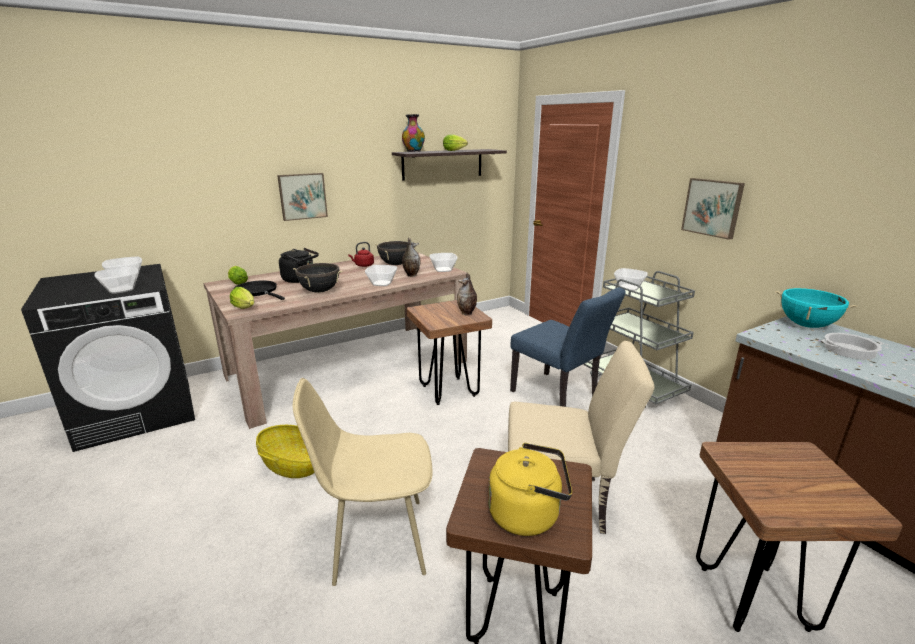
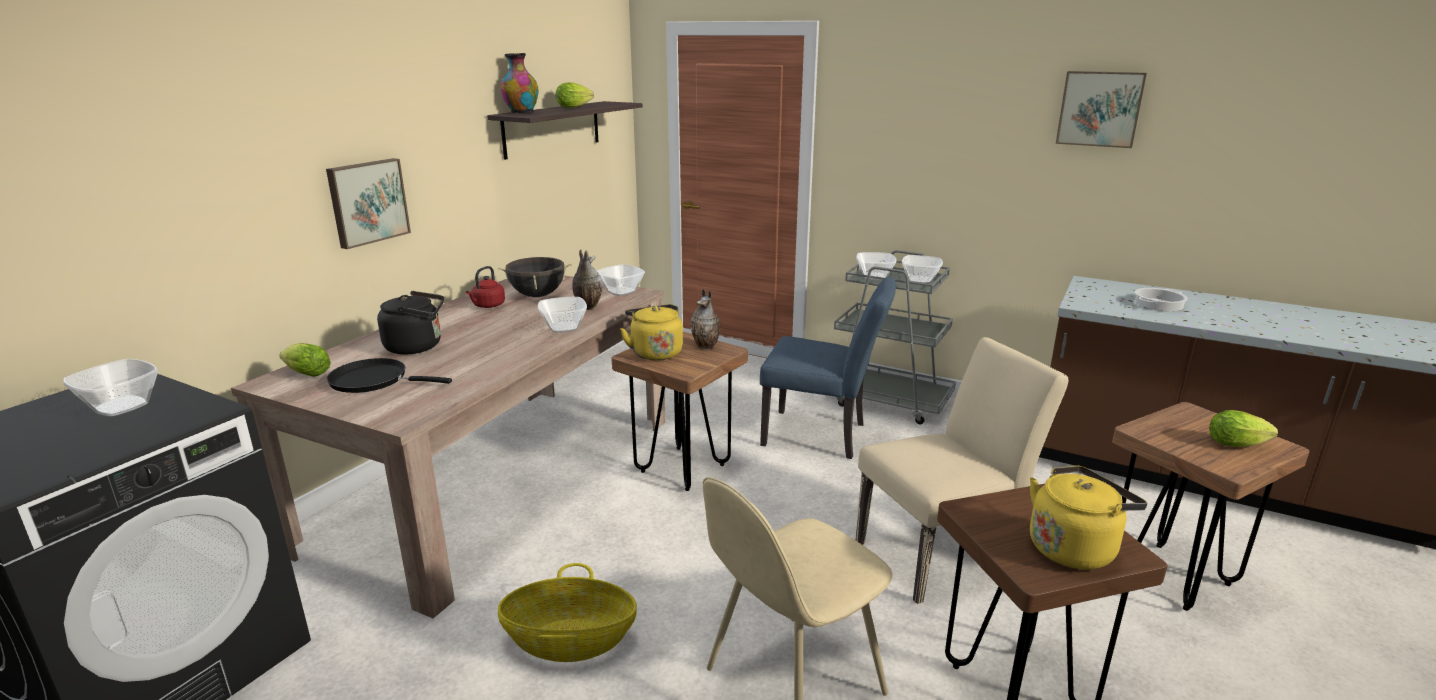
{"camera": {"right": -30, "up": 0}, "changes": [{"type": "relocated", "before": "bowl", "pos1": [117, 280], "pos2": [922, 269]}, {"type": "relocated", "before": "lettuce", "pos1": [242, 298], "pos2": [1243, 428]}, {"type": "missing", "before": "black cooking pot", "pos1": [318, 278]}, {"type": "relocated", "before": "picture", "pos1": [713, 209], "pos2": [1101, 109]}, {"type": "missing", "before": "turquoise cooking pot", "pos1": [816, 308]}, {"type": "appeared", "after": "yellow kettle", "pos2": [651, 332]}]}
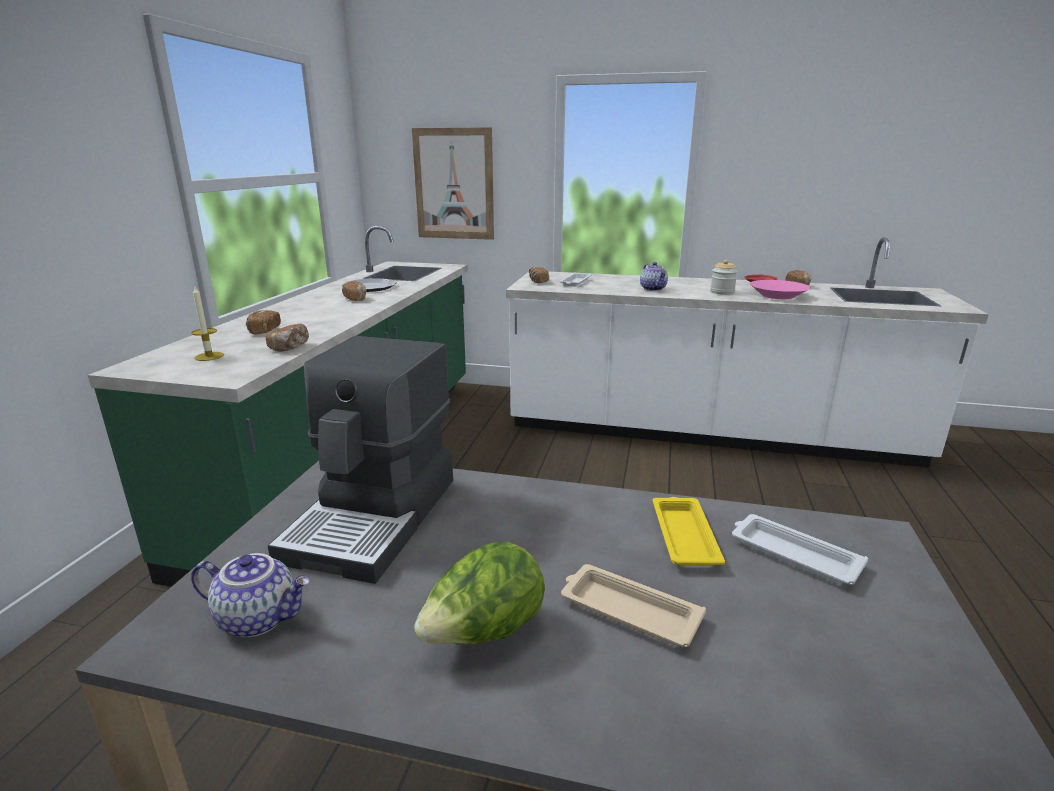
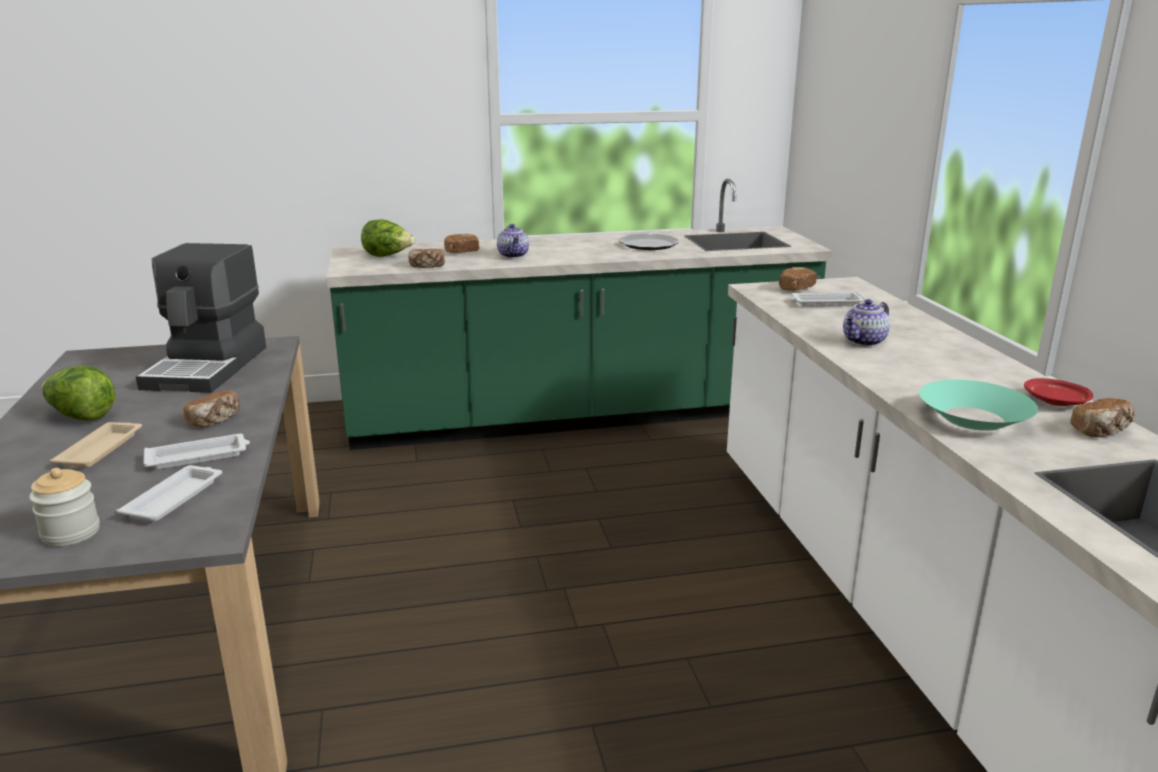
{"camera": {"right": 65, "up": 0}, "changes": [{"type": "exchanged", "before": "candle", "after": "lettuce", "pos1": [207, 323], "pos2": [388, 238]}, {"type": "relocated", "before": "teapot", "pos1": [250, 595], "pos2": [513, 241]}, {"type": "spun", "before": "coffee machine", "pos1": [360, 460], "pos2": [201, 318], "turn": -75}, {"type": "relocated", "before": "bread", "pos1": [354, 291], "pos2": [211, 409]}, {"type": "missing", "before": "picture", "pos1": [453, 183]}, {"type": "colour", "before": "yellow tray", "after": "white tray", "pos1": [689, 531], "pos2": [196, 452]}, {"type": "relocated", "before": "jar", "pos1": [724, 277], "pos2": [64, 507]}, {"type": "colour", "before": "pink bowl", "after": "turquoise bowl", "pos1": [780, 289], "pos2": [978, 405]}]}
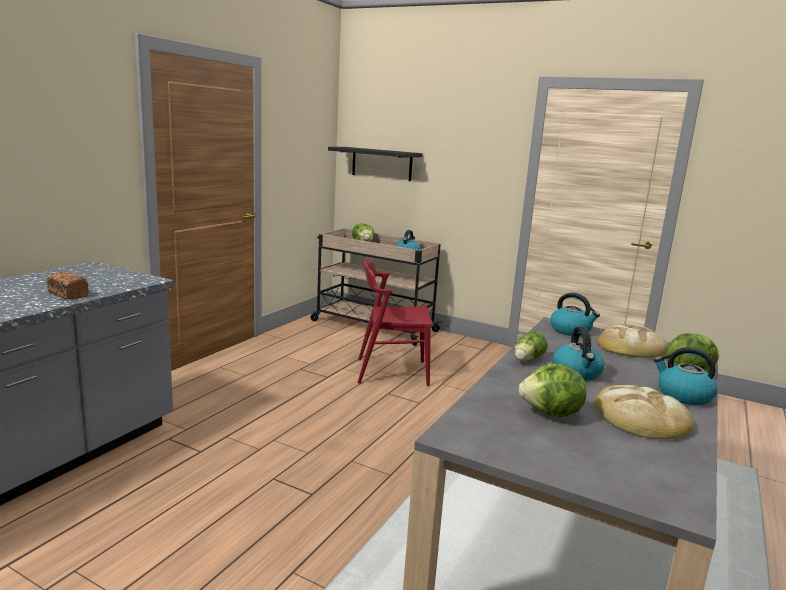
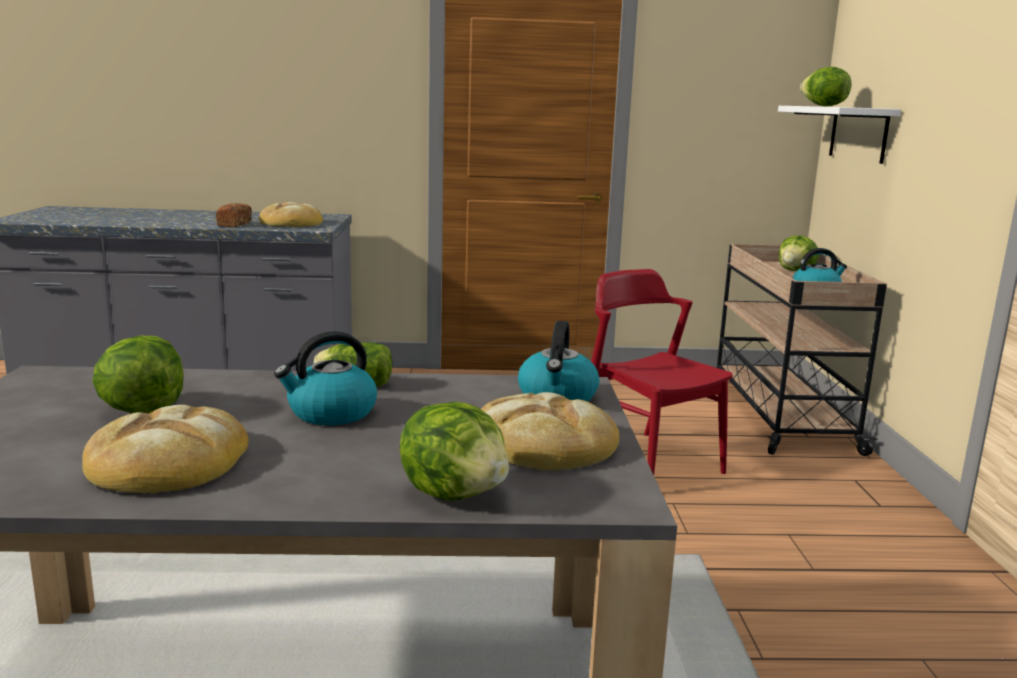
{"camera": {"right": 60, "up": 0}, "changes": [{"type": "colour", "before": "black shelf", "after": "white shelf", "pos1": [375, 164], "pos2": [839, 135]}, {"type": "missing", "before": "kettle", "pos1": [686, 376]}, {"type": "appeared", "after": "bread", "pos2": [291, 214]}, {"type": "appeared", "after": "lettuce", "pos2": [825, 86]}]}
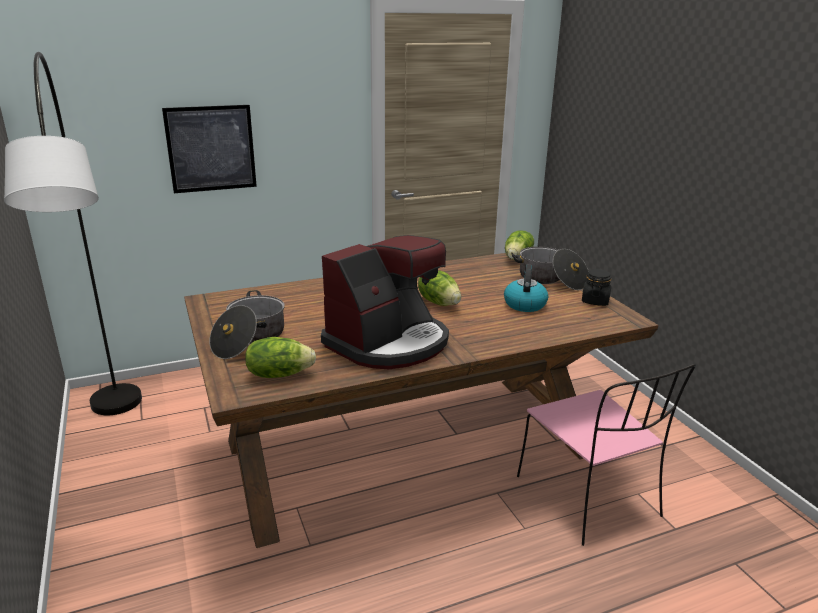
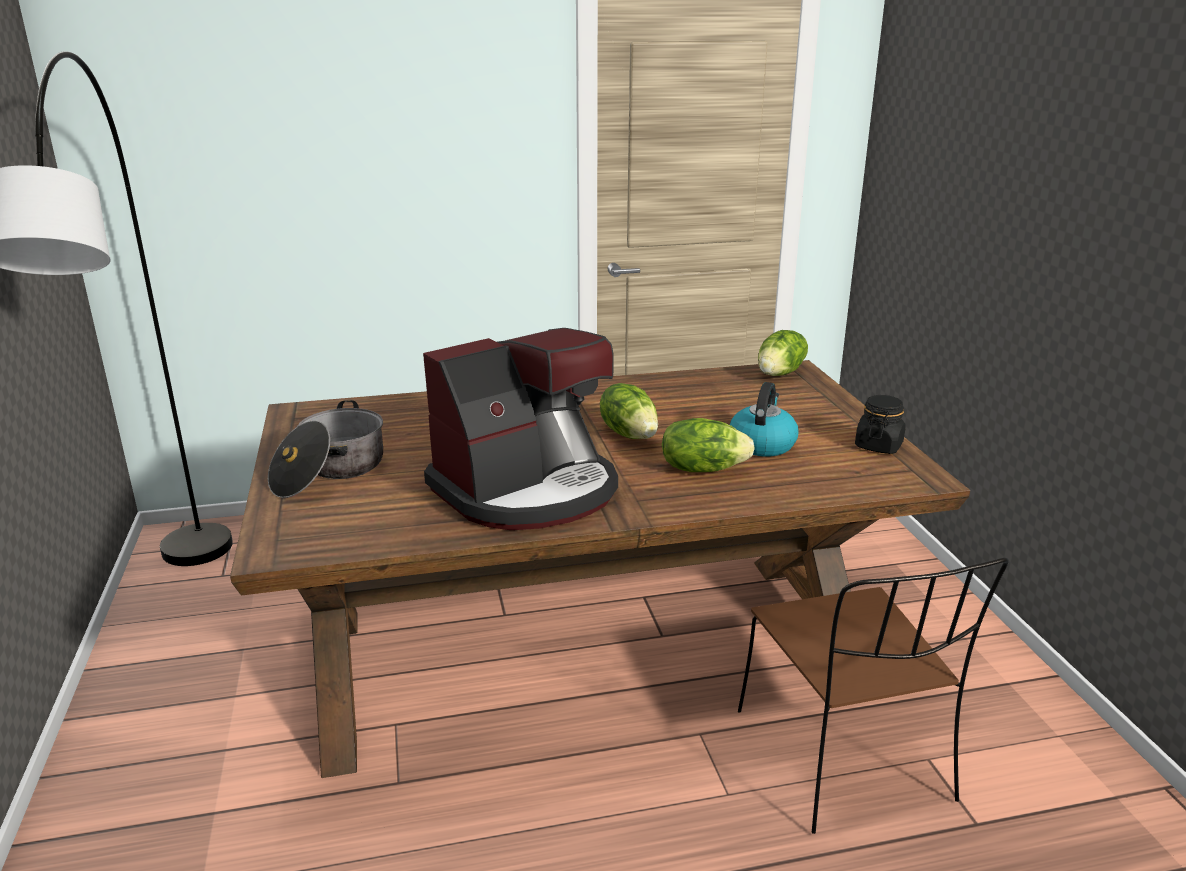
{"camera": {"right": 10, "up": 0}, "changes": [{"type": "missing", "before": "picture", "pos1": [209, 149]}, {"type": "relocated", "before": "lettuce", "pos1": [280, 357], "pos2": [708, 445]}, {"type": "missing", "before": "cooking pot", "pos1": [550, 268]}, {"type": "colour", "before": "pink chair", "after": "brown chair", "pos1": [606, 455], "pos2": [873, 696]}]}
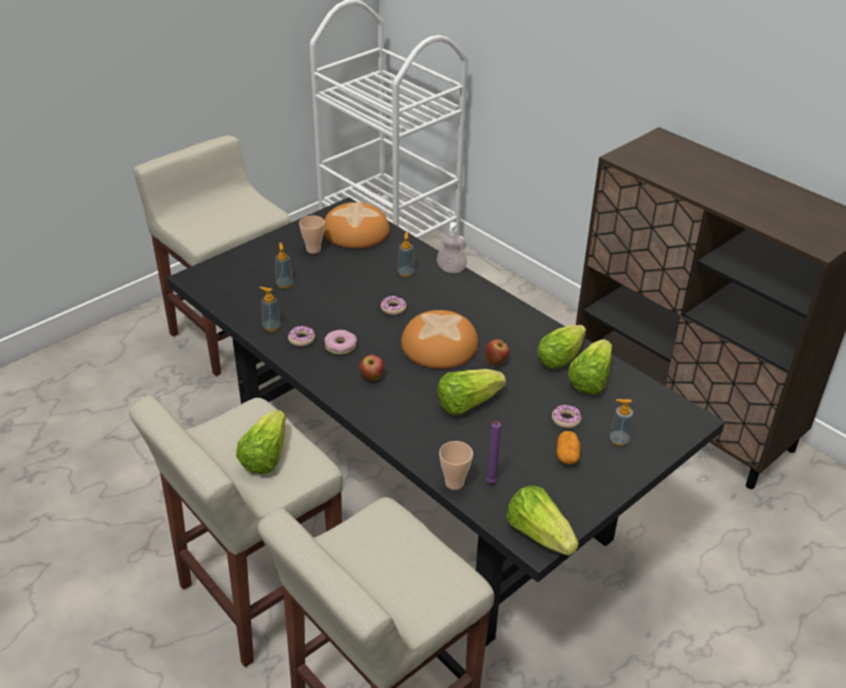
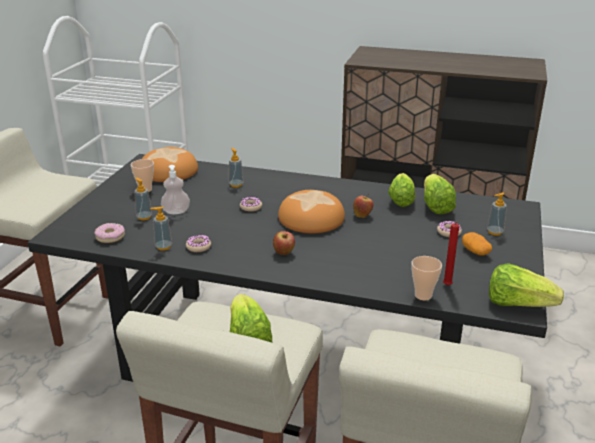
{"camera": {"right": -30, "up": -10}, "changes": [{"type": "relocated", "before": "donut", "pos1": [340, 342], "pos2": [109, 233]}, {"type": "relocated", "before": "soap dispenser", "pos1": [452, 247], "pos2": [175, 189]}, {"type": "missing", "before": "lettuce", "pos1": [471, 392]}, {"type": "colour", "before": "purple candle", "after": "red candle", "pos1": [493, 452], "pos2": [451, 254]}]}
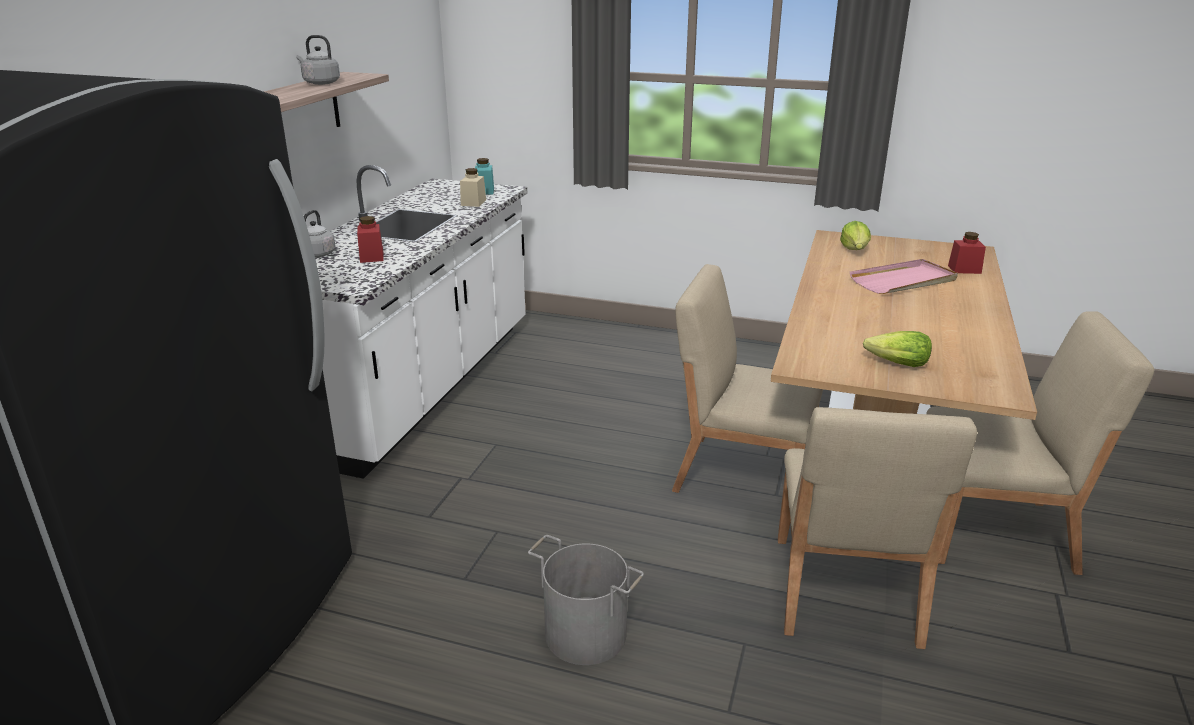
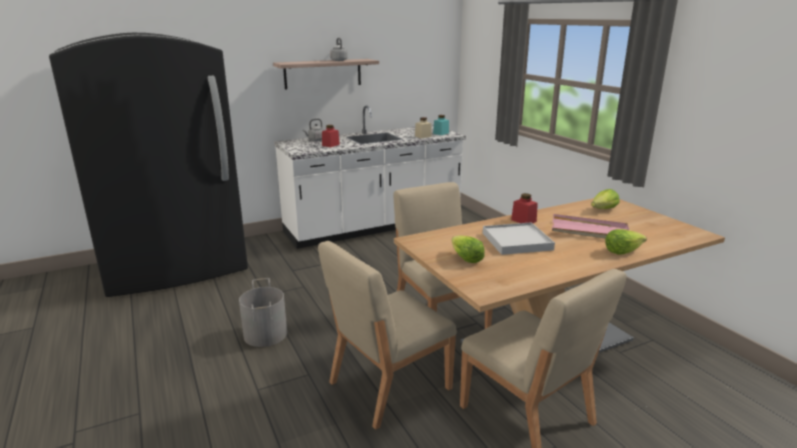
{"camera": {"right": 45, "up": -5}, "changes": [{"type": "relocated", "before": "red jar", "pos1": [967, 253], "pos2": [524, 208]}, {"type": "appeared", "after": "white tray", "pos2": [519, 238]}, {"type": "appeared", "after": "lettuce", "pos2": [626, 242]}]}
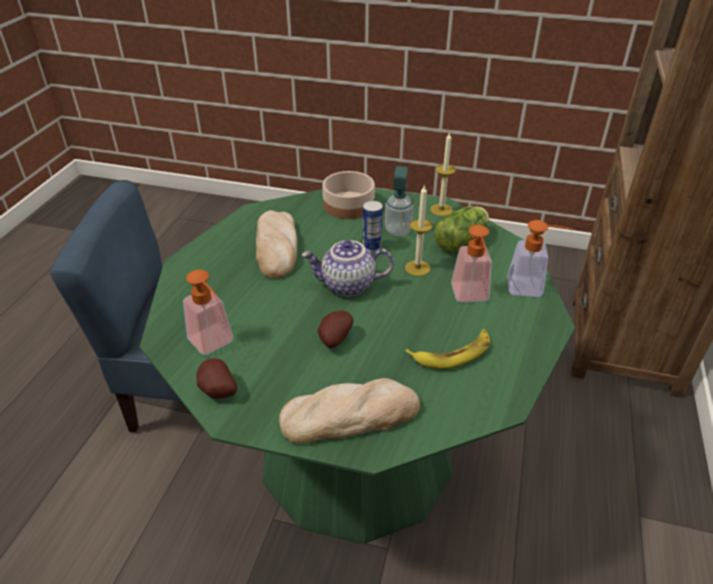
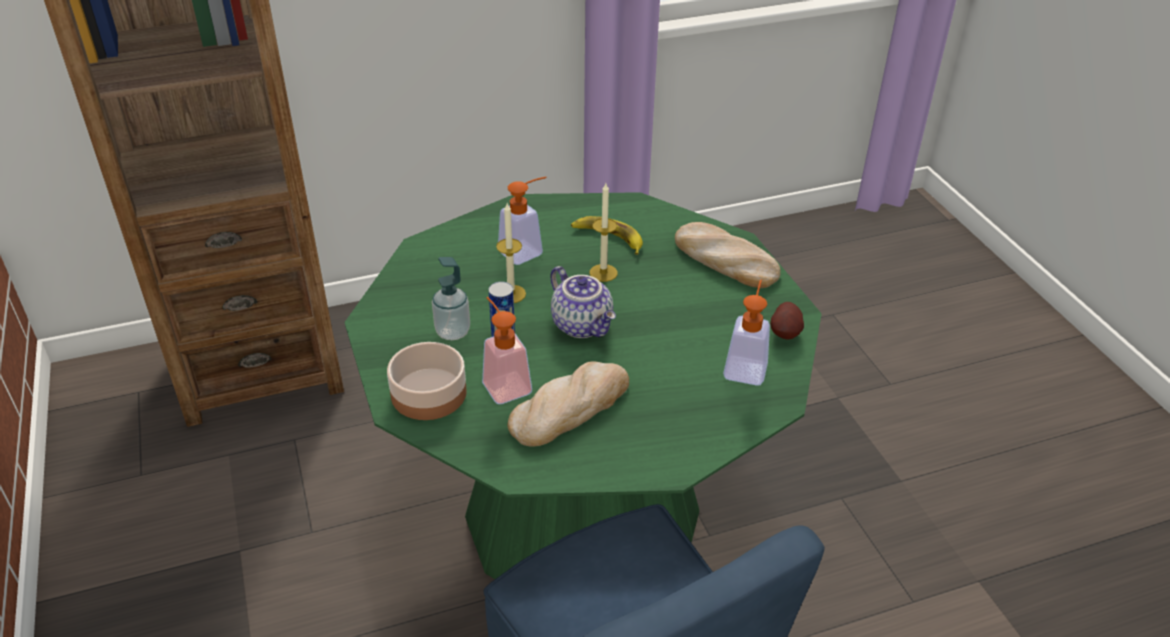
{"camera": {"right": -125, "up": 0}, "changes": [{"type": "missing", "before": "potato", "pos1": [335, 329]}, {"type": "relocated", "before": "candle", "pos1": [443, 174], "pos2": [603, 232]}, {"type": "missing", "before": "lettuce", "pos1": [461, 229]}, {"type": "relocated", "before": "soap dispenser", "pos1": [540, 258], "pos2": [507, 350]}]}
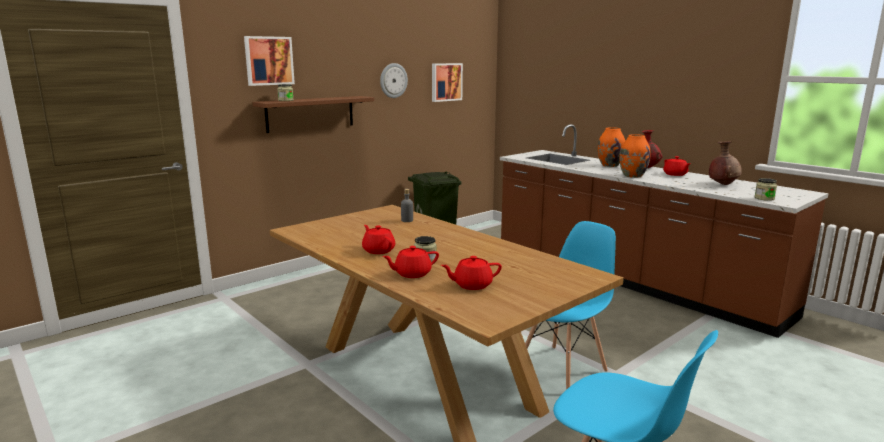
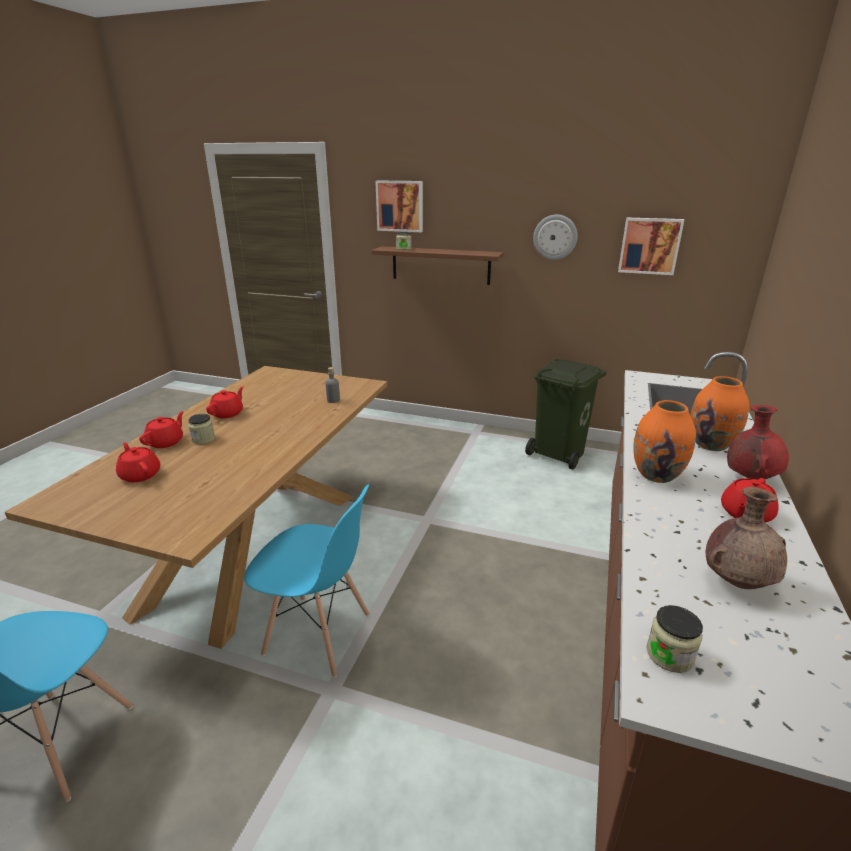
{"camera": {"right": 60, "up": 10}, "changes": [{"type": "spun", "before": "red teapot", "pos1": [410, 262], "pos2": [161, 429], "turn": 75}]}
